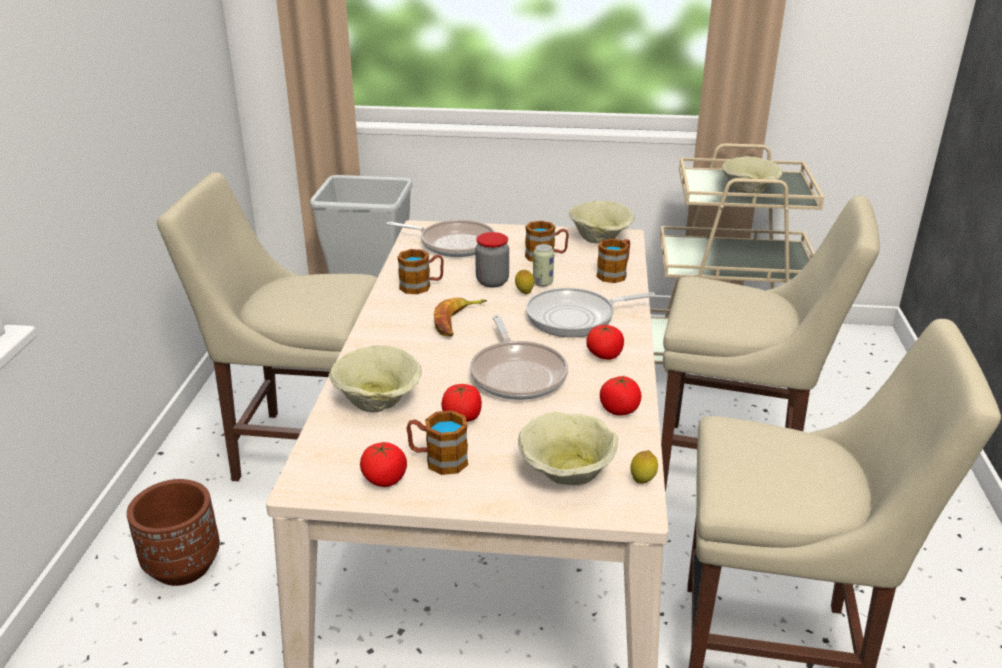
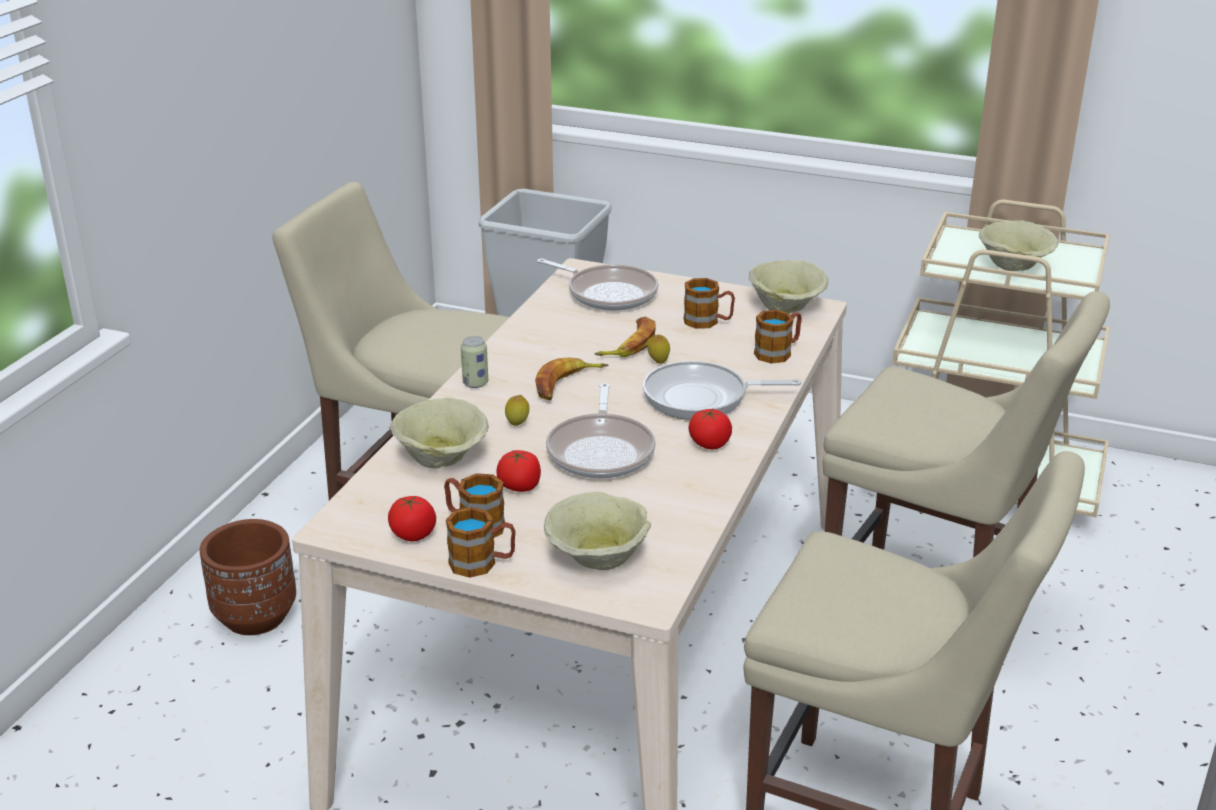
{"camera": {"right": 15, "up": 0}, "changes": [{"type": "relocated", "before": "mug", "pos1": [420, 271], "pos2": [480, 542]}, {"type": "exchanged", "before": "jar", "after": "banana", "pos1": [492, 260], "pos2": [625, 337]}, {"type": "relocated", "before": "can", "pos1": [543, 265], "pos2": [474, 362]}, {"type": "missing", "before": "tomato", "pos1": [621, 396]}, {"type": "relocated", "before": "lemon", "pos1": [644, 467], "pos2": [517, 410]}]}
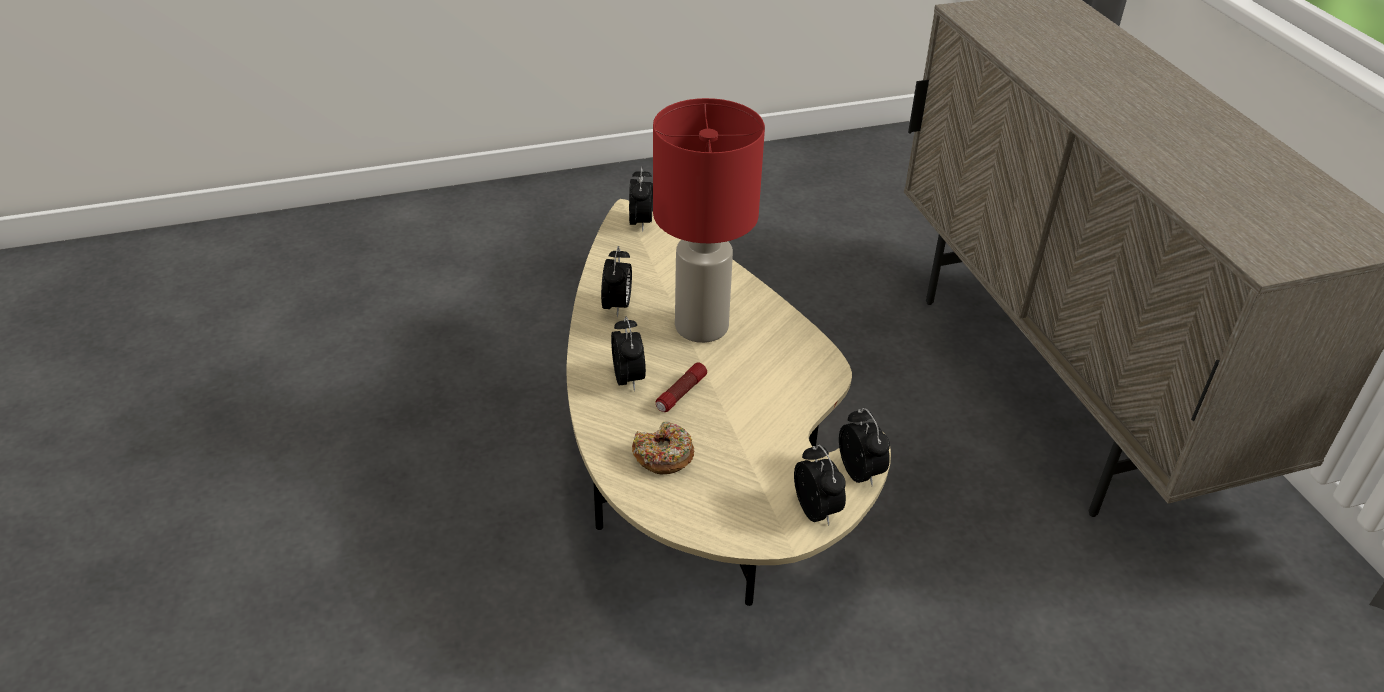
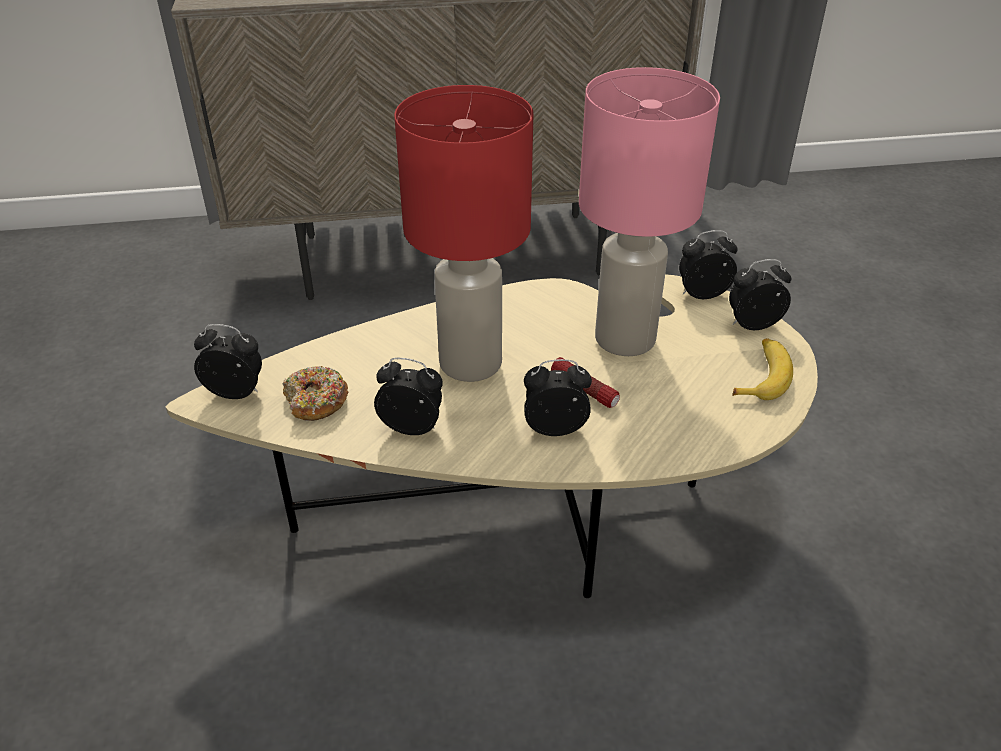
{"camera": {"right": -80, "up": 0}, "changes": [{"type": "relocated", "before": "donut", "pos1": [663, 447], "pos2": [315, 393]}, {"type": "appeared", "after": "pink table lamp", "pos2": [649, 211]}, {"type": "appeared", "after": "banana", "pos2": [762, 369]}]}
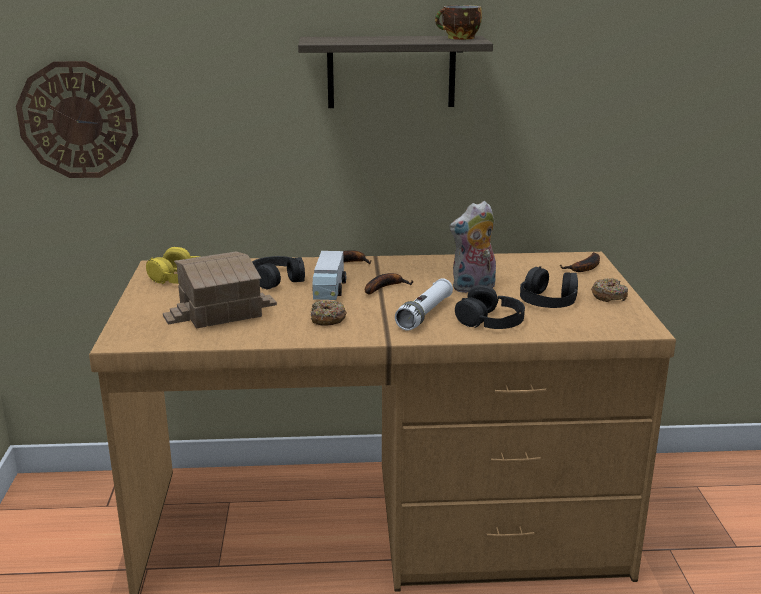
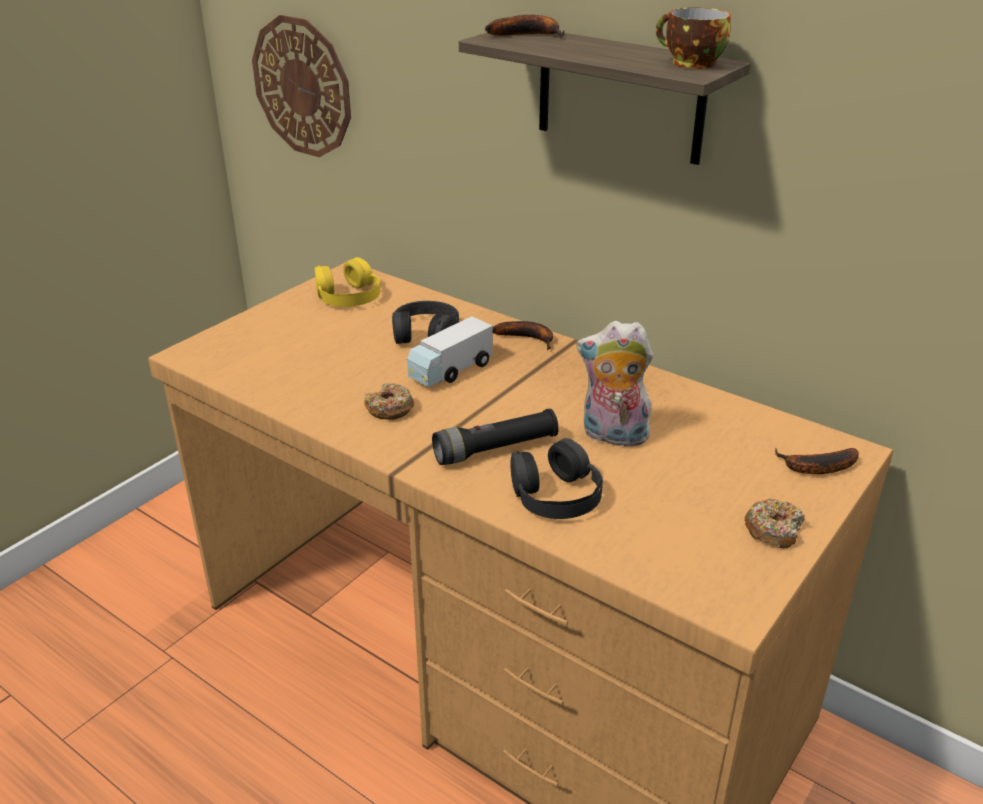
{"camera": {"right": 40, "up": 10}, "changes": [{"type": "missing", "before": "toy house", "pos1": [220, 290]}, {"type": "relocated", "before": "banana", "pos1": [389, 283], "pos2": [524, 26]}, {"type": "colour", "before": "white flashlight", "after": "black flashlight", "pos1": [424, 304], "pos2": [495, 436]}, {"type": "missing", "before": "black headphones", "pos1": [549, 287]}]}
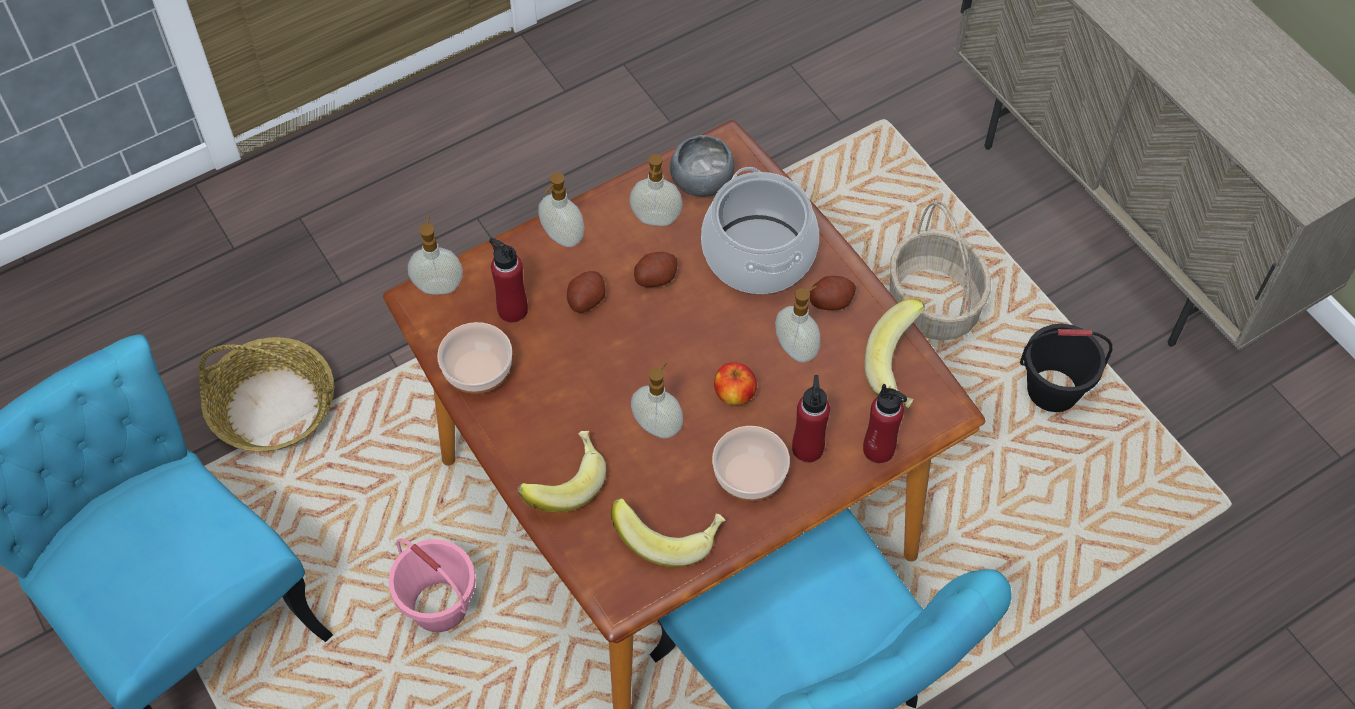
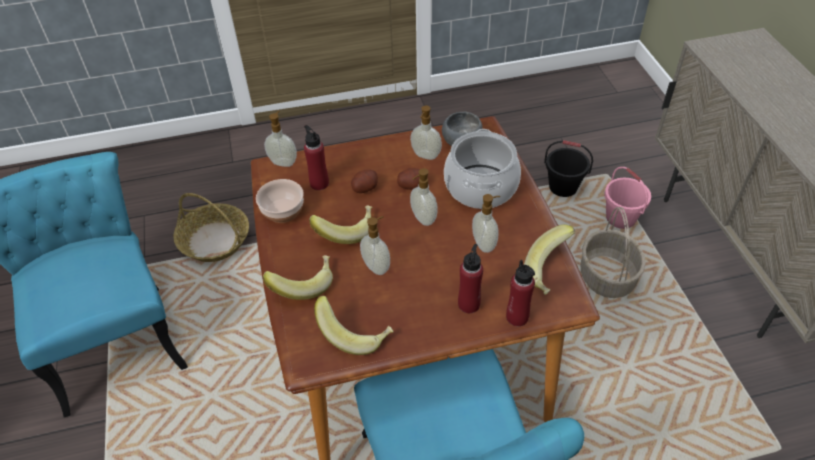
{"camera": {"right": 20, "up": -10}, "changes": [{"type": "relocated", "before": "pink bucket", "pos1": [432, 585], "pos2": [627, 198]}, {"type": "relocated", "before": "soap dispenser", "pos1": [561, 210], "pos2": [424, 197]}, {"type": "missing", "before": "bowl", "pos1": [751, 463]}, {"type": "missing", "before": "apple", "pos1": [735, 383]}, {"type": "missing", "before": "potato", "pos1": [833, 293]}, {"type": "relocated", "before": "black bucket", "pos1": [1066, 368], "pos2": [568, 168]}, {"type": "appeared", "after": "banana", "pos2": [340, 224]}]}
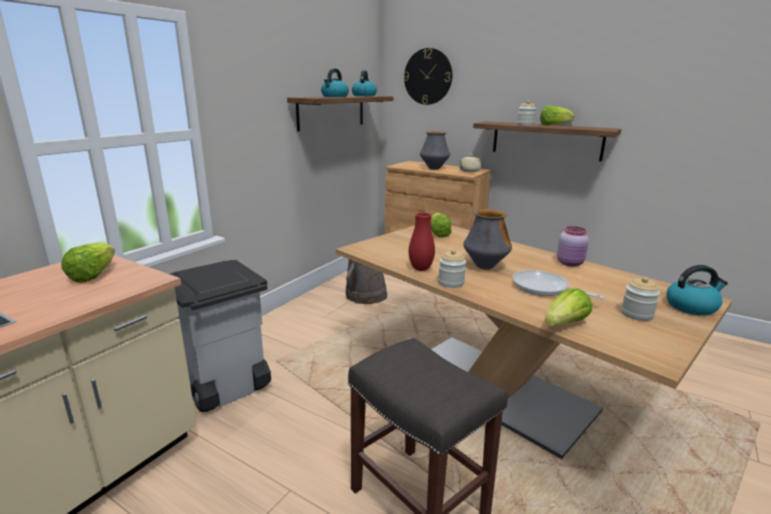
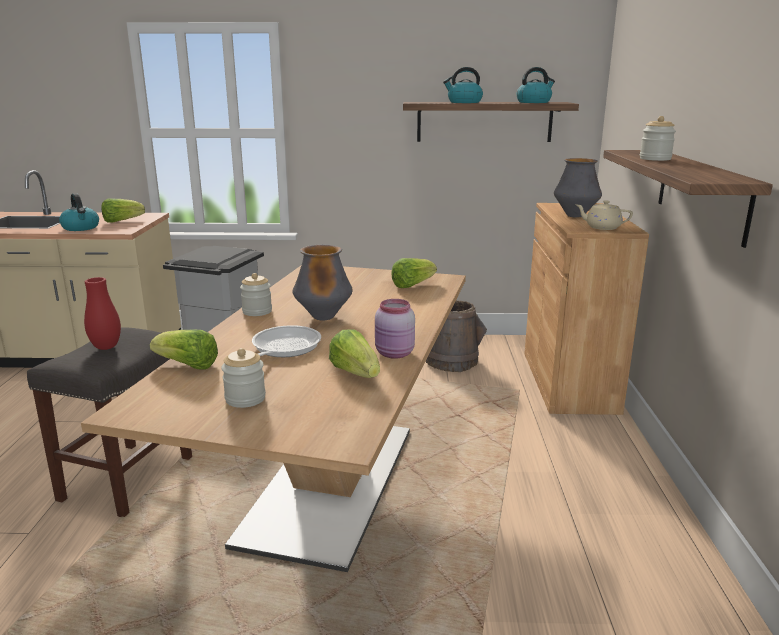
{"camera": {"right": 60, "up": 0}, "changes": [{"type": "missing", "before": "wall clock", "pos1": [428, 76]}, {"type": "relocated", "before": "red vase", "pos1": [422, 242], "pos2": [102, 313]}, {"type": "relocated", "before": "lettuce", "pos1": [557, 115], "pos2": [354, 354]}, {"type": "relocated", "before": "kettle", "pos1": [697, 290], "pos2": [79, 212]}]}
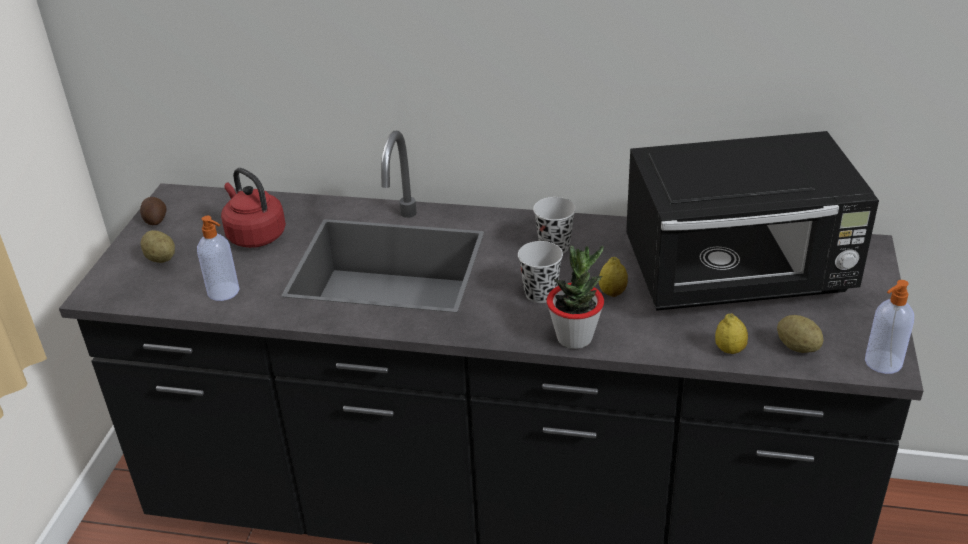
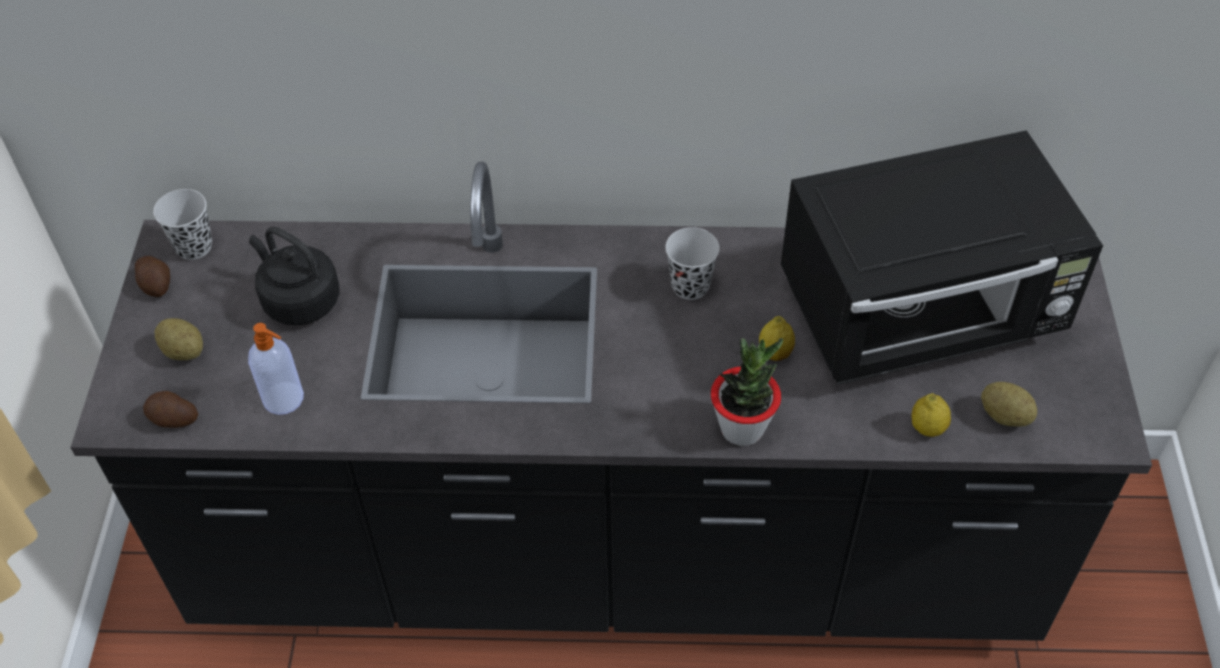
{"camera": {"right": -10, "up": 15}, "changes": [{"type": "colour", "before": "red kettle", "after": "black kettle", "pos1": [253, 208], "pos2": [294, 276]}, {"type": "relocated", "before": "black cup", "pos1": [540, 272], "pos2": [182, 224]}, {"type": "missing", "before": "soap dispenser", "pos1": [889, 327]}, {"type": "appeared", "after": "potato", "pos2": [170, 409]}]}
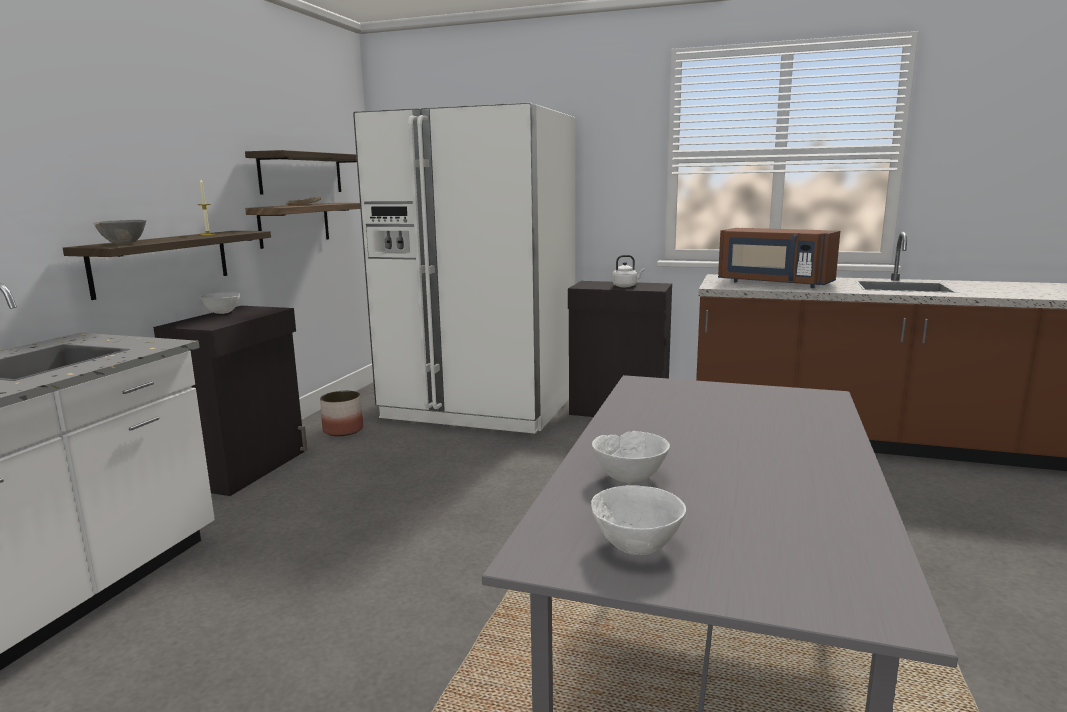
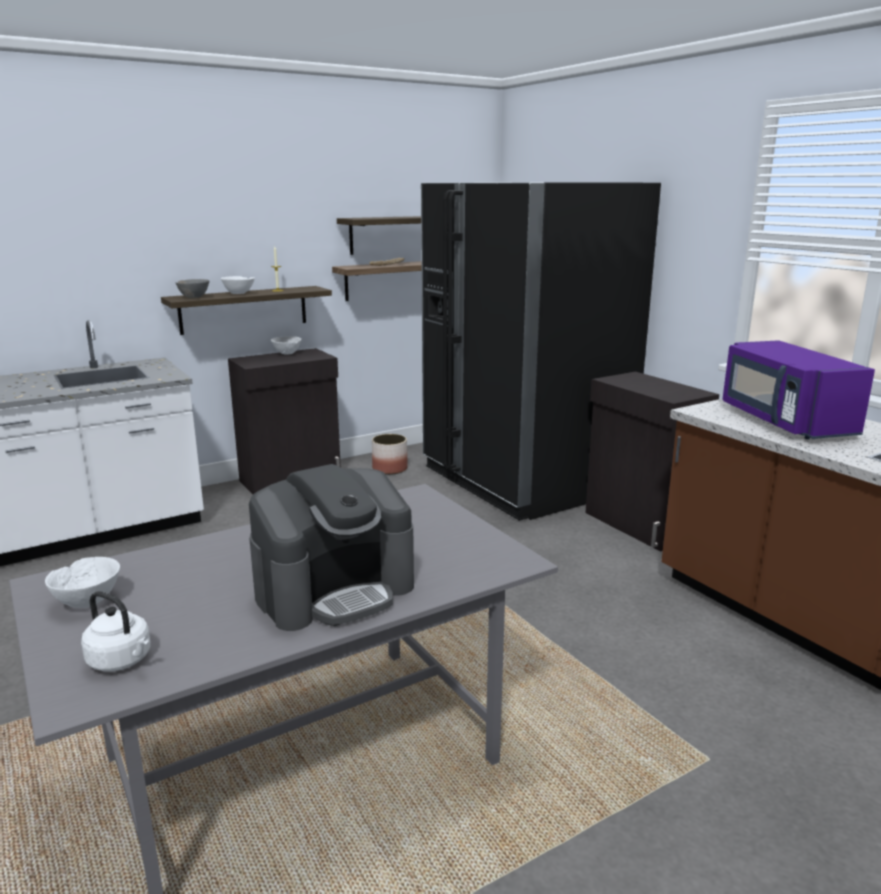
{"camera": {"right": 40, "up": 5}, "changes": [{"type": "colour", "before": "white fridge", "after": "black fridge", "pos1": [464, 268], "pos2": [541, 351]}, {"type": "relocated", "before": "white bowl", "pos1": [631, 457], "pos2": [238, 285]}, {"type": "relocated", "before": "white kettle", "pos1": [628, 271], "pos2": [116, 631]}, {"type": "colour", "before": "brown microwave", "after": "purple microwave", "pos1": [779, 258], "pos2": [799, 389]}, {"type": "appeared", "after": "coffee machine", "pos2": [331, 547]}]}
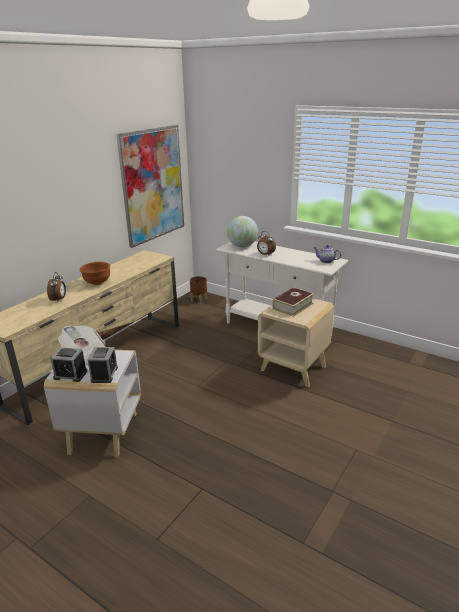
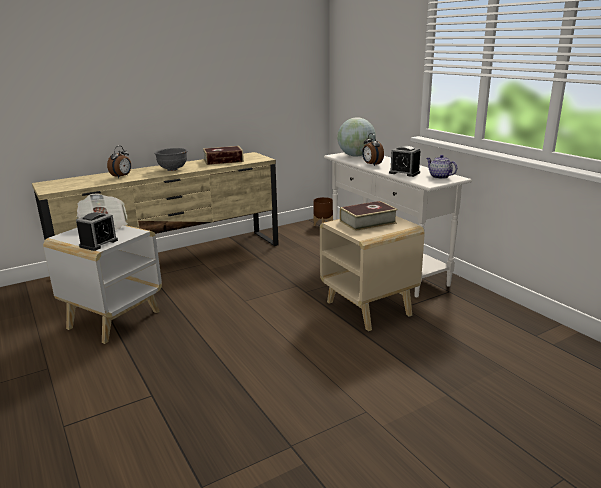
{"camera": {"right": 25, "up": -5}, "changes": [{"type": "relocated", "before": "alarm clock", "pos1": [69, 364], "pos2": [404, 161]}, {"type": "colour", "before": "brown bowl", "after": "grey bowl", "pos1": [95, 273], "pos2": [170, 159]}, {"type": "missing", "before": "picture", "pos1": [150, 186]}, {"type": "appeared", "after": "book", "pos2": [223, 155]}]}
